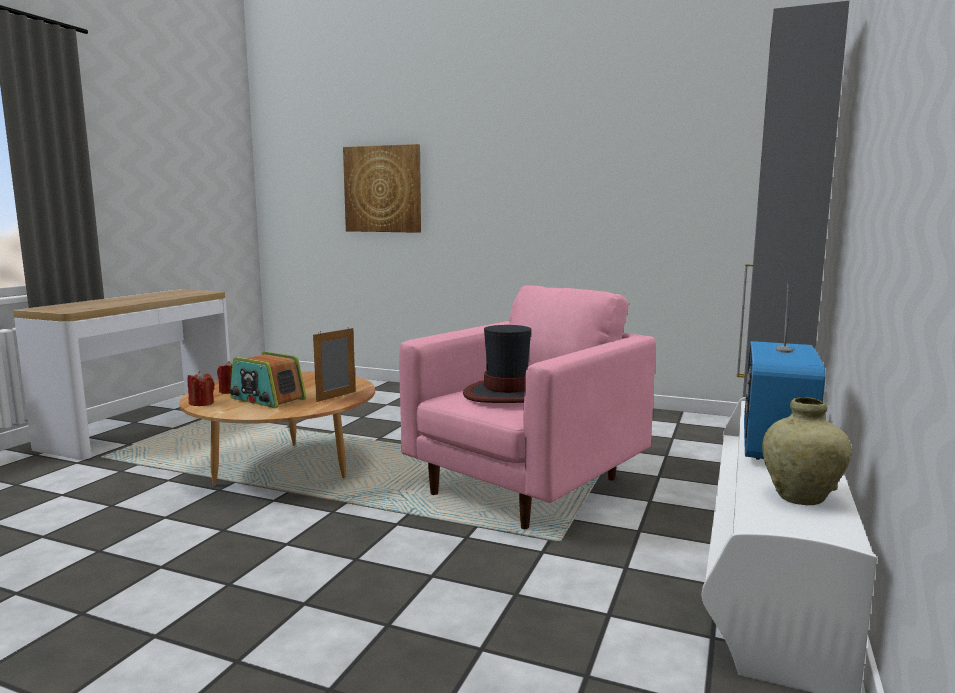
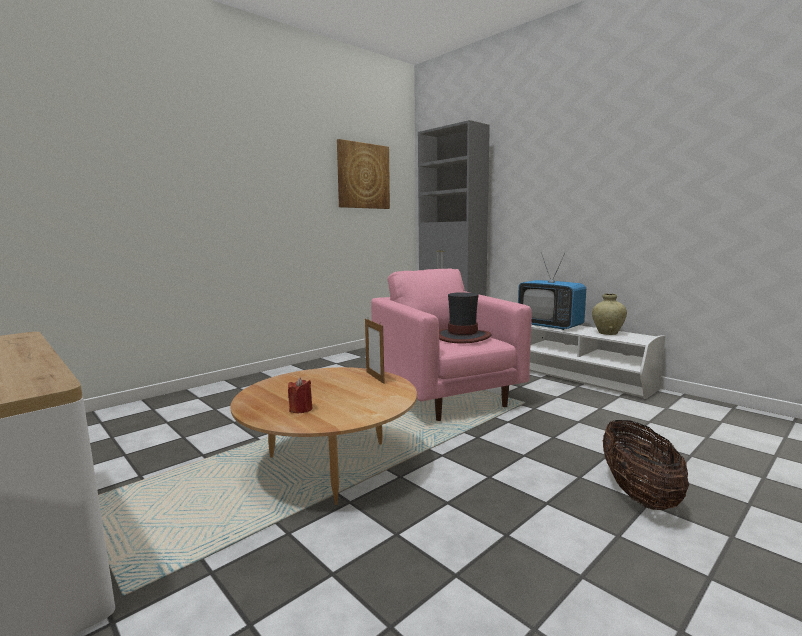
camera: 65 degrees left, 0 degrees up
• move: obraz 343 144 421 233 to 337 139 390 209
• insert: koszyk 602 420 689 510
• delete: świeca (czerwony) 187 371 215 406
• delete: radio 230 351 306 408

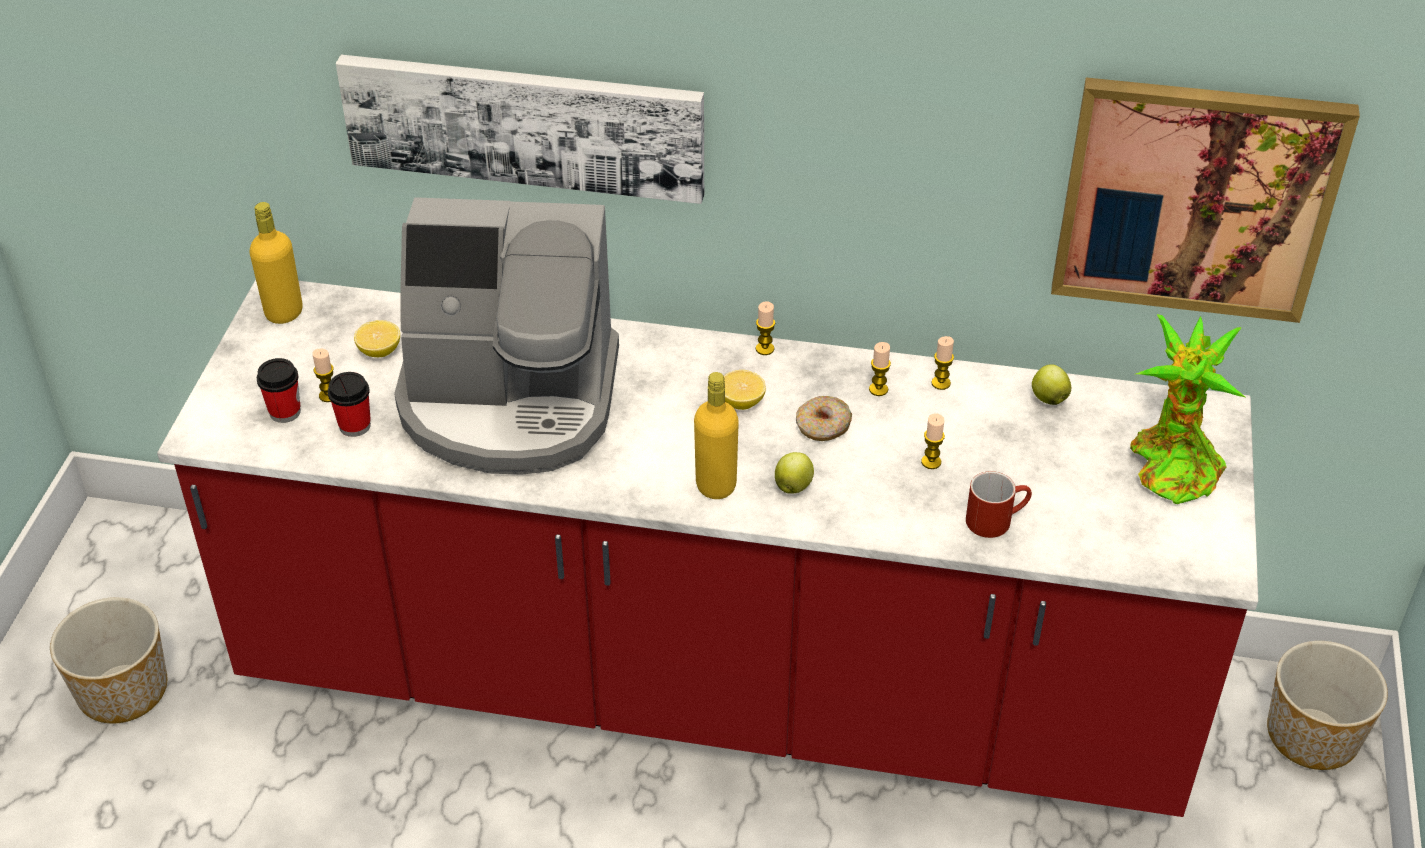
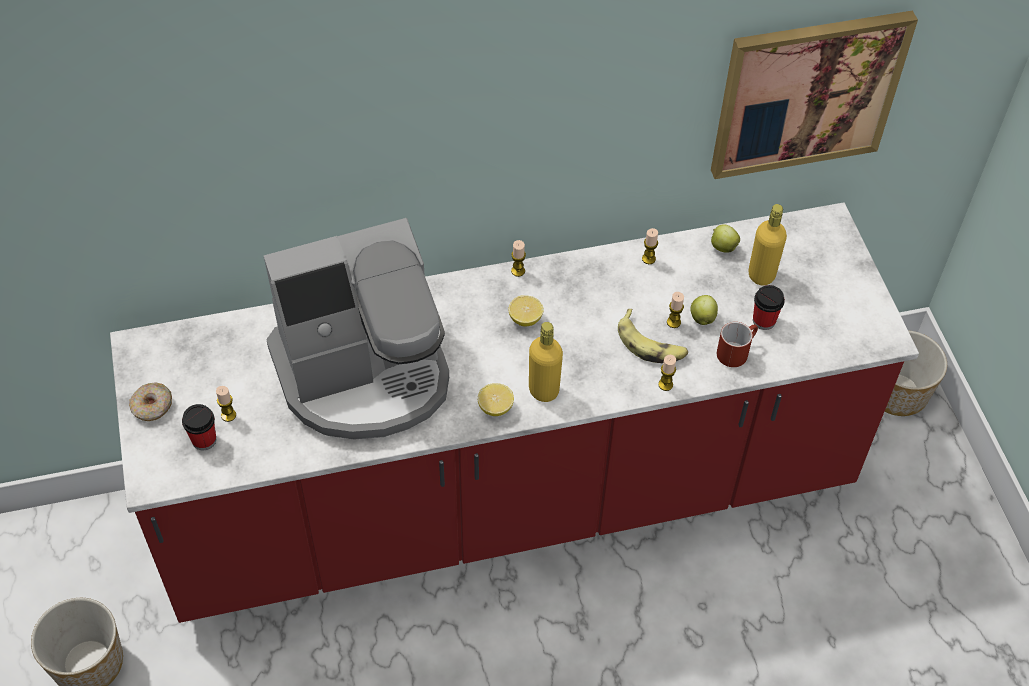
camera: 25 degrees left, 10 degrees up
• move: donut 796 396 852 441 to 129 382 172 421
• move: cytryna 354 320 400 357 to 478 383 514 416
• insert: banan 618 309 688 363
• move: świeca 869 342 891 396 to 658 355 676 391
• move: jabłko 775 452 814 494 to 690 295 718 325
• move: butelka (żółty) 249 202 302 324 to 748 204 787 285
• move: filiżanka 328 372 371 437 to 753 285 785 330
• delete: obraz 336 55 704 204
• delete: roślina doniczkowa 1130 314 1245 504

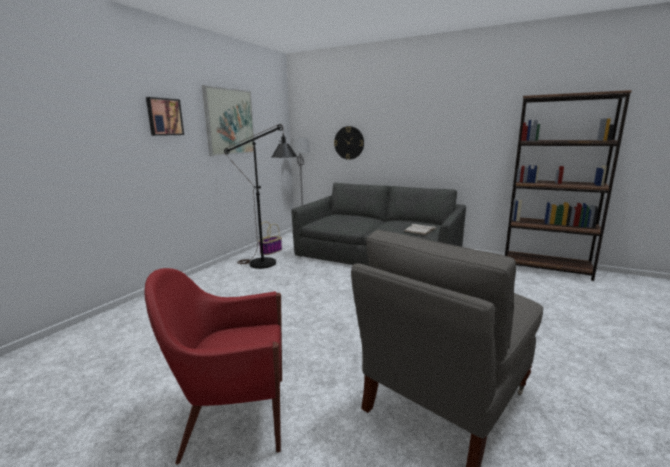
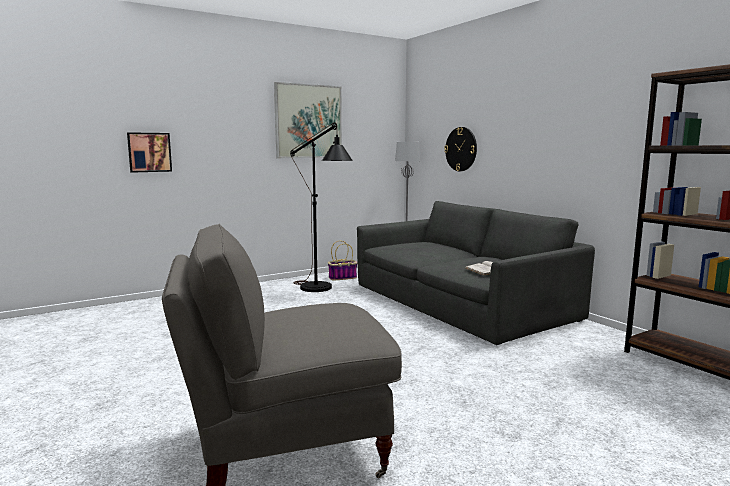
camera: 30 degrees right, 5 degrees down
• move: obraz 146 97 184 136 to 127 132 172 173
• delete: fotel (czerwony) 145 268 282 465

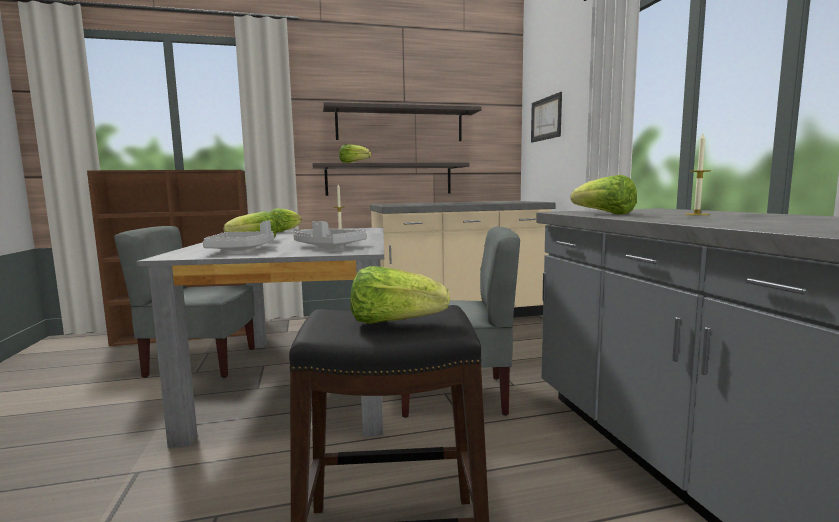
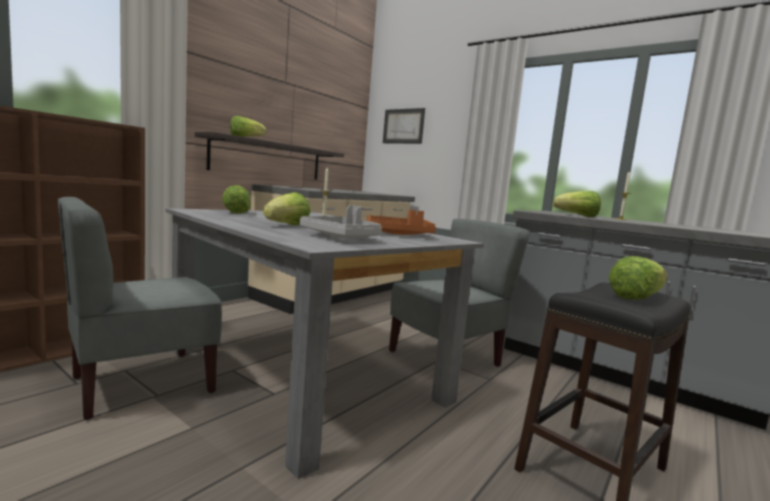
camera: 40 degrees left, 0 degrees up
• recolor: taca (szary) 293 221 367 247 to taca (pomarańczowy) 366 210 436 235
• delete: półka 323 102 482 141

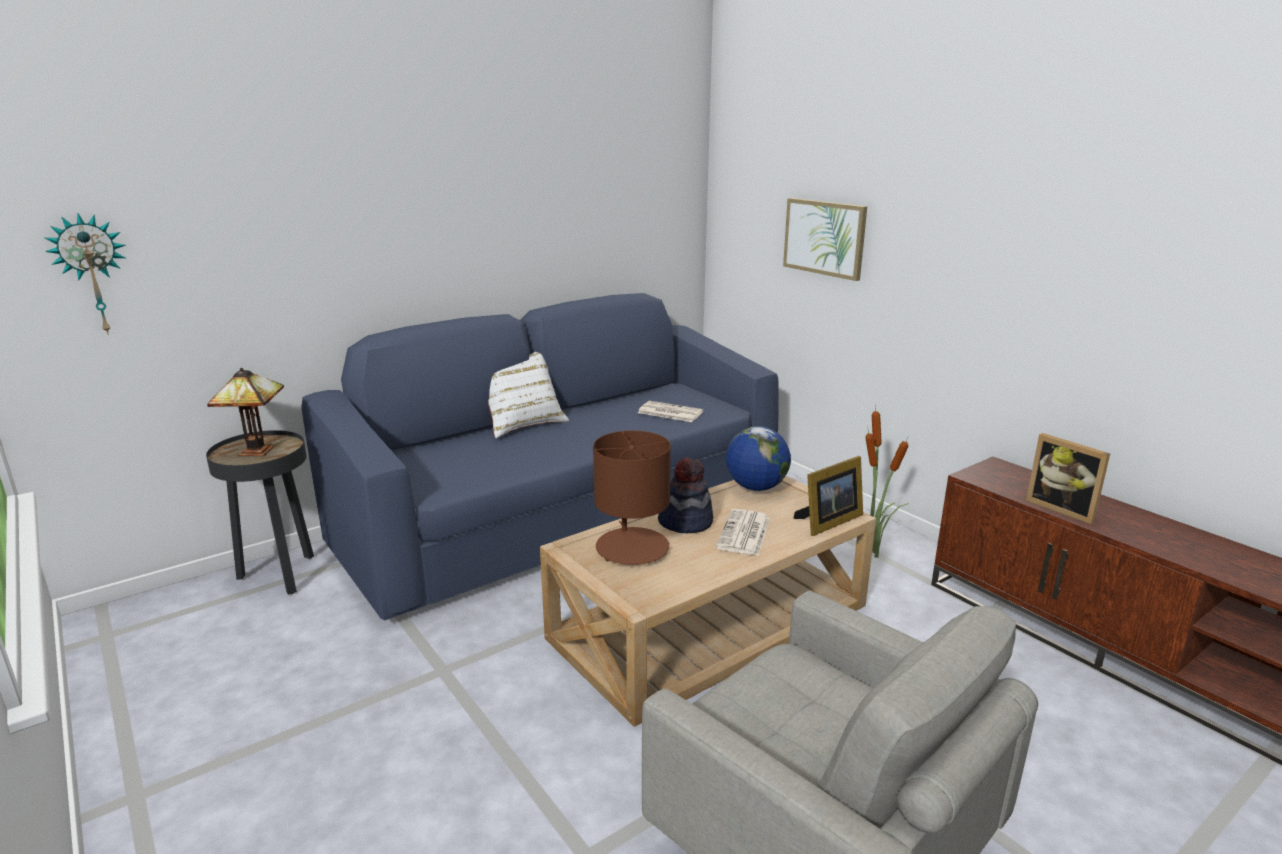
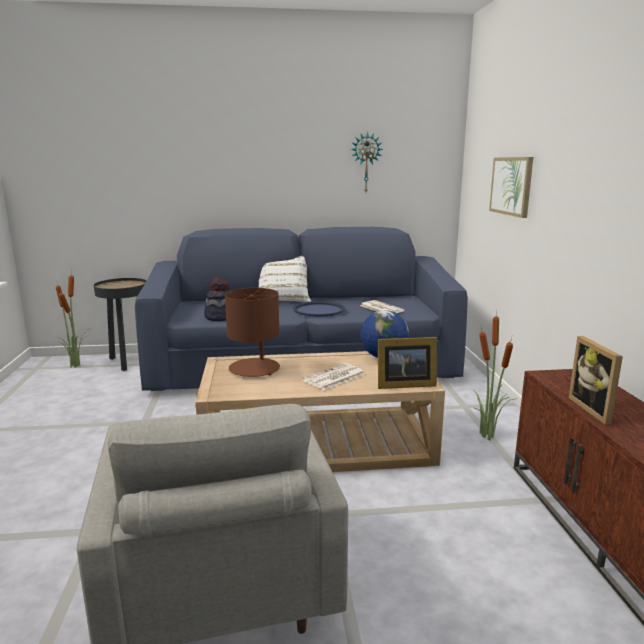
camera: 30 degrees right, 5 degrees down
• insert: roślina doniczkowa 56 270 89 368
• move: kapelusz 658 458 713 533 to 204 277 229 321
• insert: taca (niebieski) 293 301 345 316
• move: zegar ścienny 45 213 126 335 to 351 132 383 192
• delete: lampa stołowa 207 368 284 457

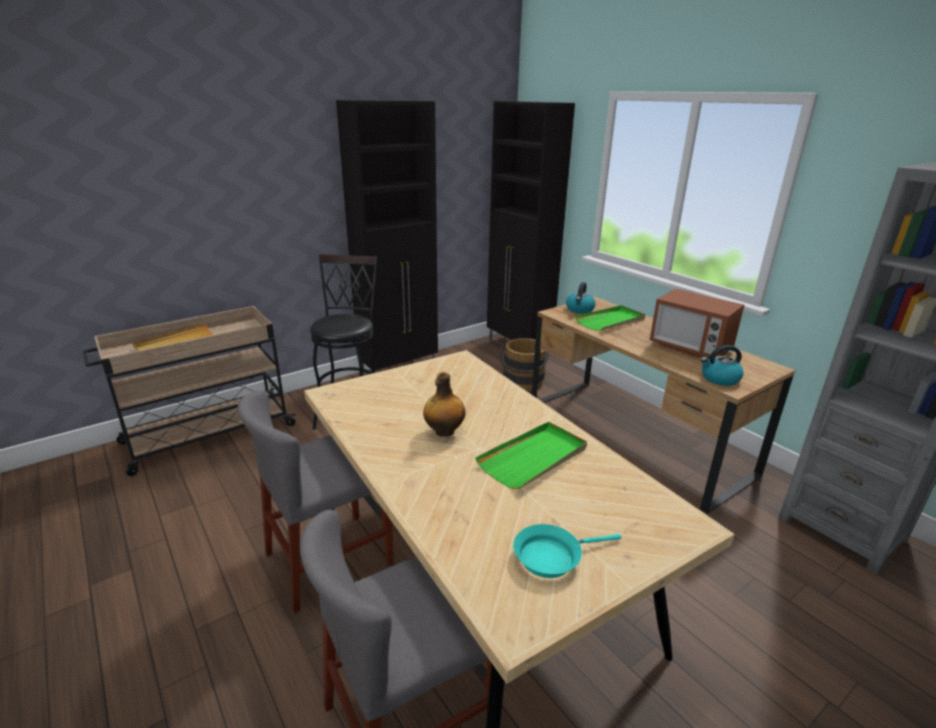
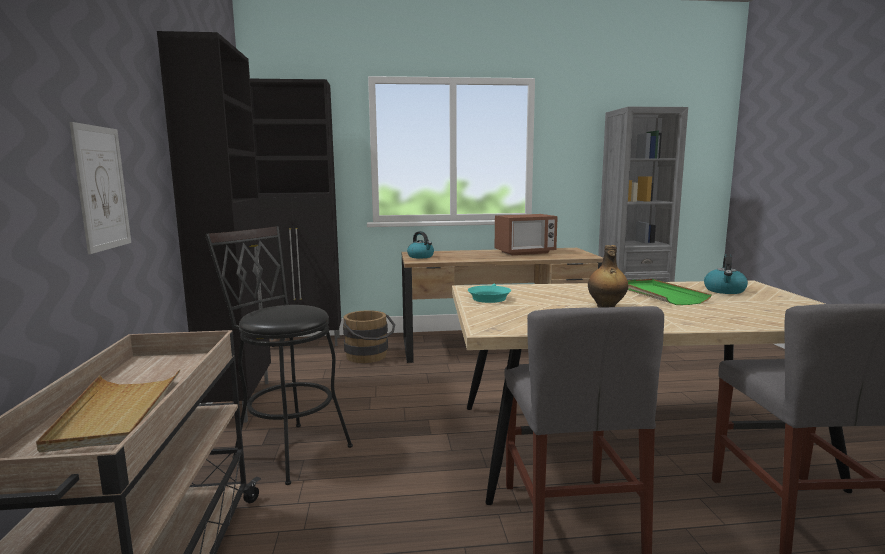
camera: 60 degrees left, 15 degrees down
• insert: obraz 69 122 131 254
• move: patelnia (turkusowy) 513 524 621 578 to 468 284 511 303
• move: czajnik 701 345 744 386 to 704 254 748 294
• delete: taca (zielony) 575 305 646 331

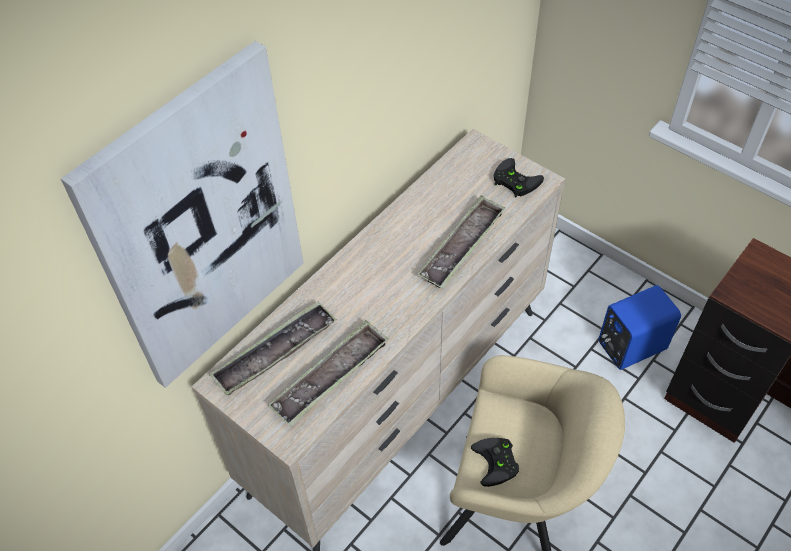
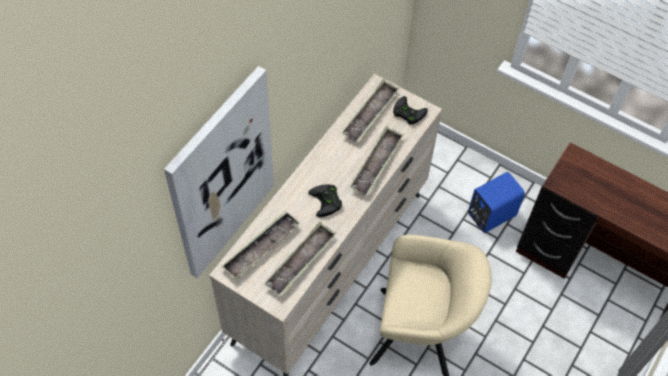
camera: 10 degrees left, 5 degrees up
• move: pad do gier (czarny) 471 438 519 487 to 308 185 342 217
• insert: taca 342 80 399 143

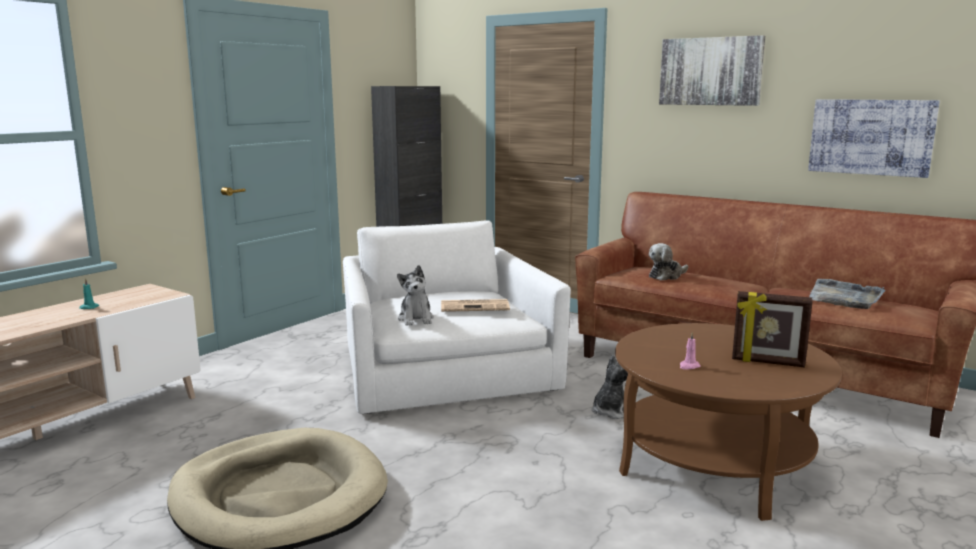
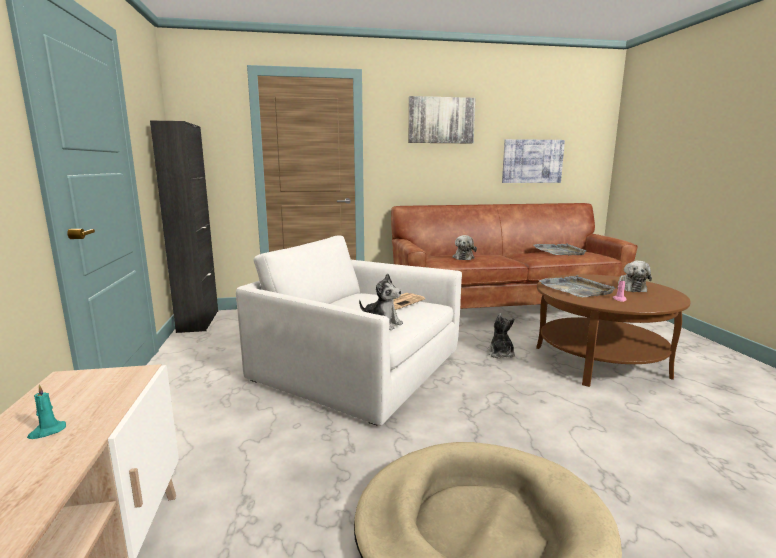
camera: 45 degrees left, 0 degrees up
• insert: taca (szary) 539 275 616 297
• replace: ramka na zdjęcie 732 291 813 368 to pluszak 617 260 652 292

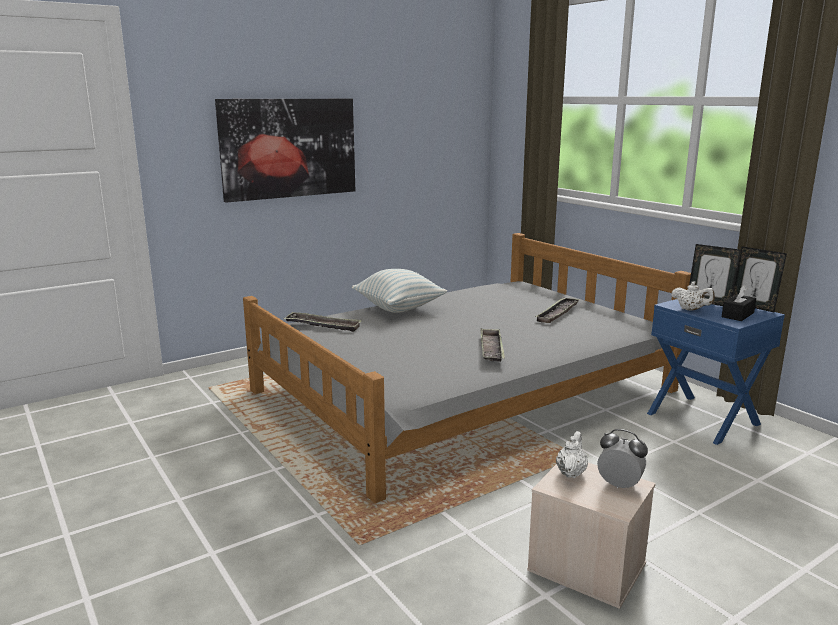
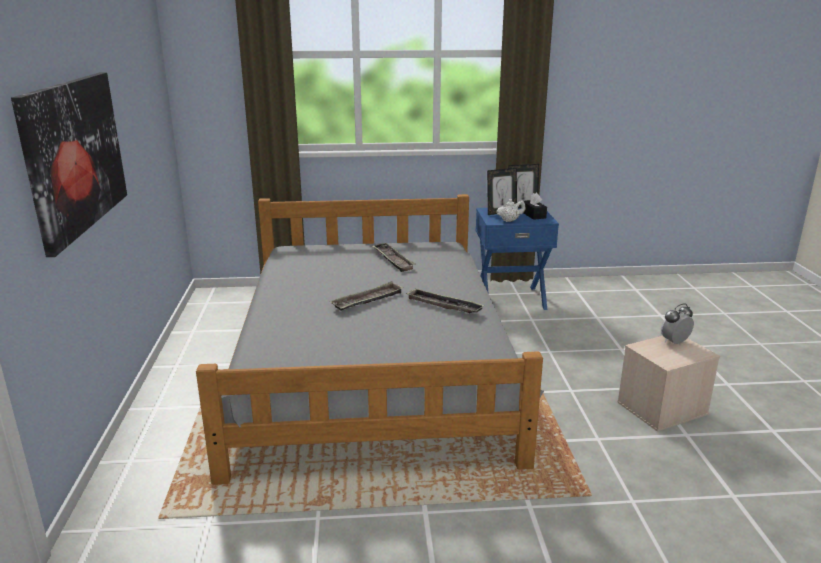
camera: 60 degrees left, 5 degrees up
• move: taca 284 312 362 332 to 330 281 404 311
• delete: poduszka 352 269 447 313
• delete: imbryk (biały) 556 431 588 478

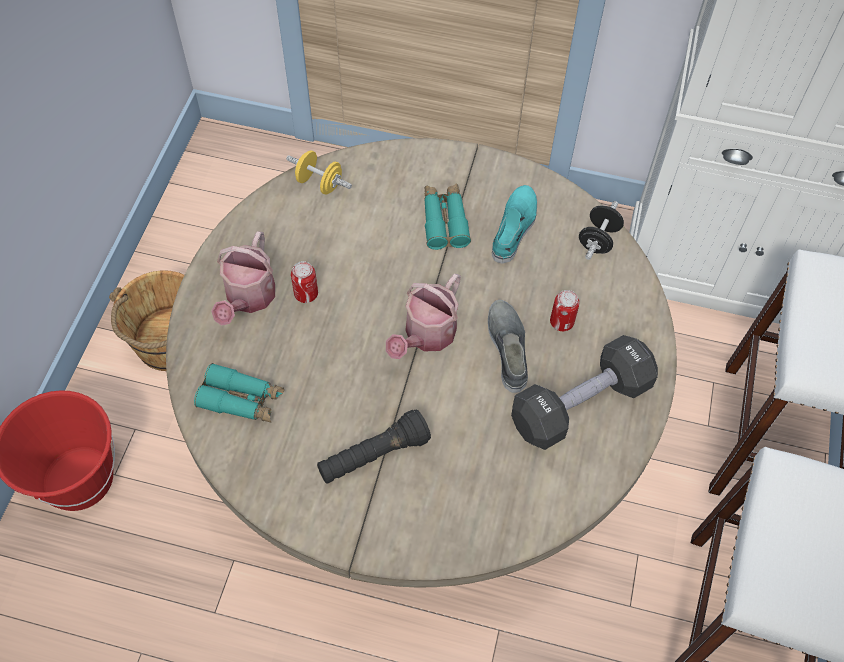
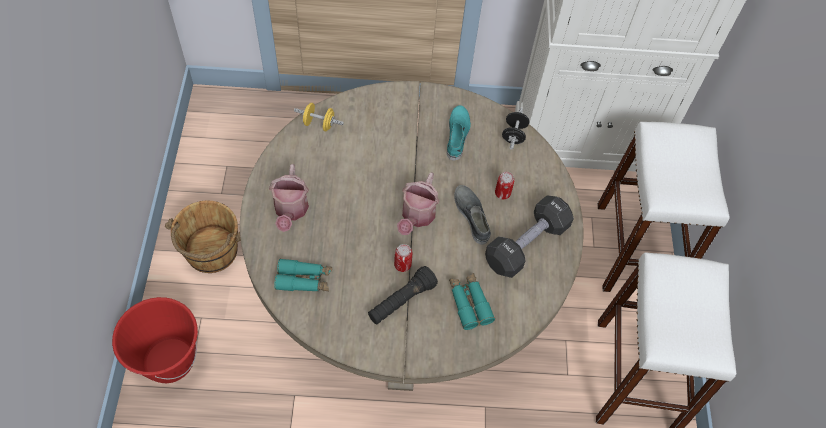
camera: 15 degrees left, 0 degrees up
• move: puszka 291 261 318 303 to 394 244 412 272
• move: lornetka (turkusowy) 424 184 471 250 to 449 273 495 330

